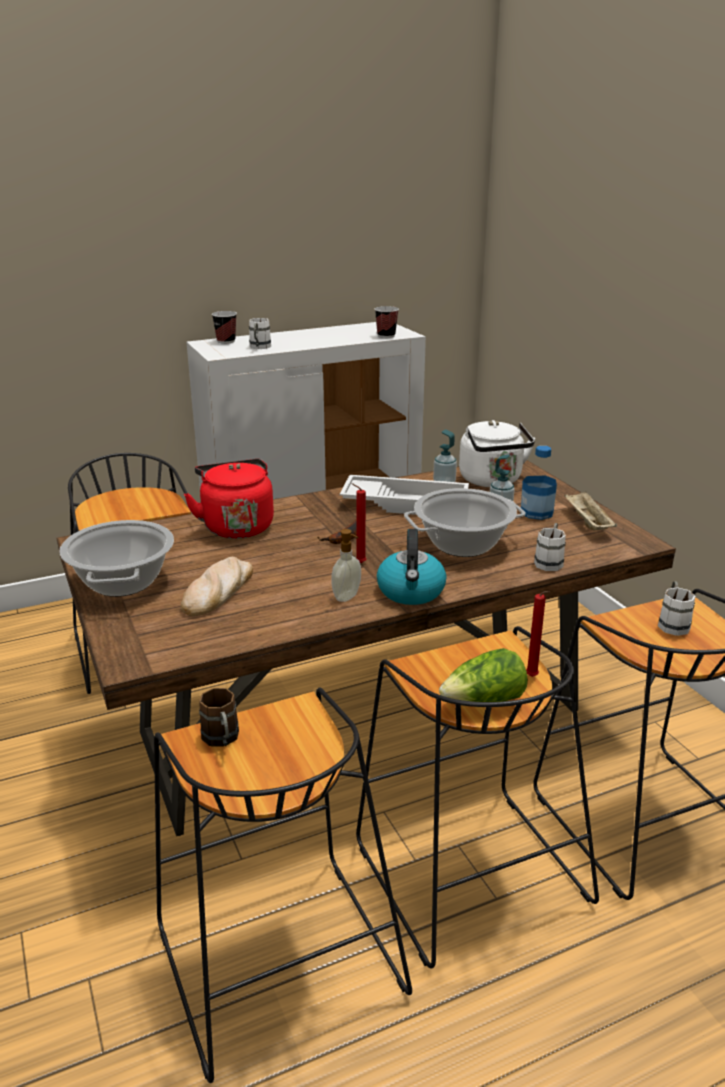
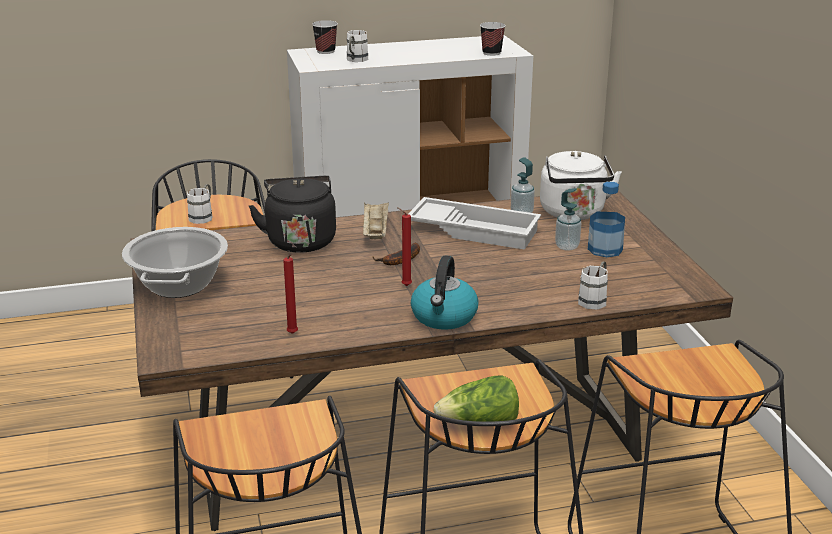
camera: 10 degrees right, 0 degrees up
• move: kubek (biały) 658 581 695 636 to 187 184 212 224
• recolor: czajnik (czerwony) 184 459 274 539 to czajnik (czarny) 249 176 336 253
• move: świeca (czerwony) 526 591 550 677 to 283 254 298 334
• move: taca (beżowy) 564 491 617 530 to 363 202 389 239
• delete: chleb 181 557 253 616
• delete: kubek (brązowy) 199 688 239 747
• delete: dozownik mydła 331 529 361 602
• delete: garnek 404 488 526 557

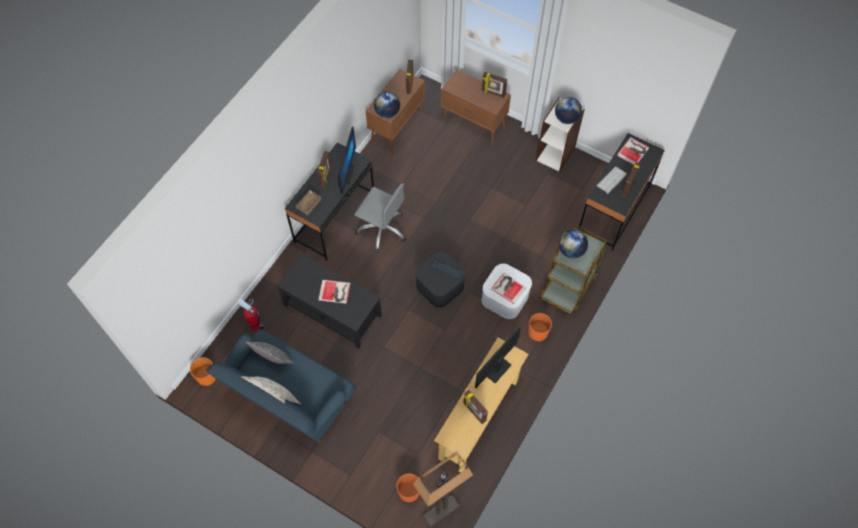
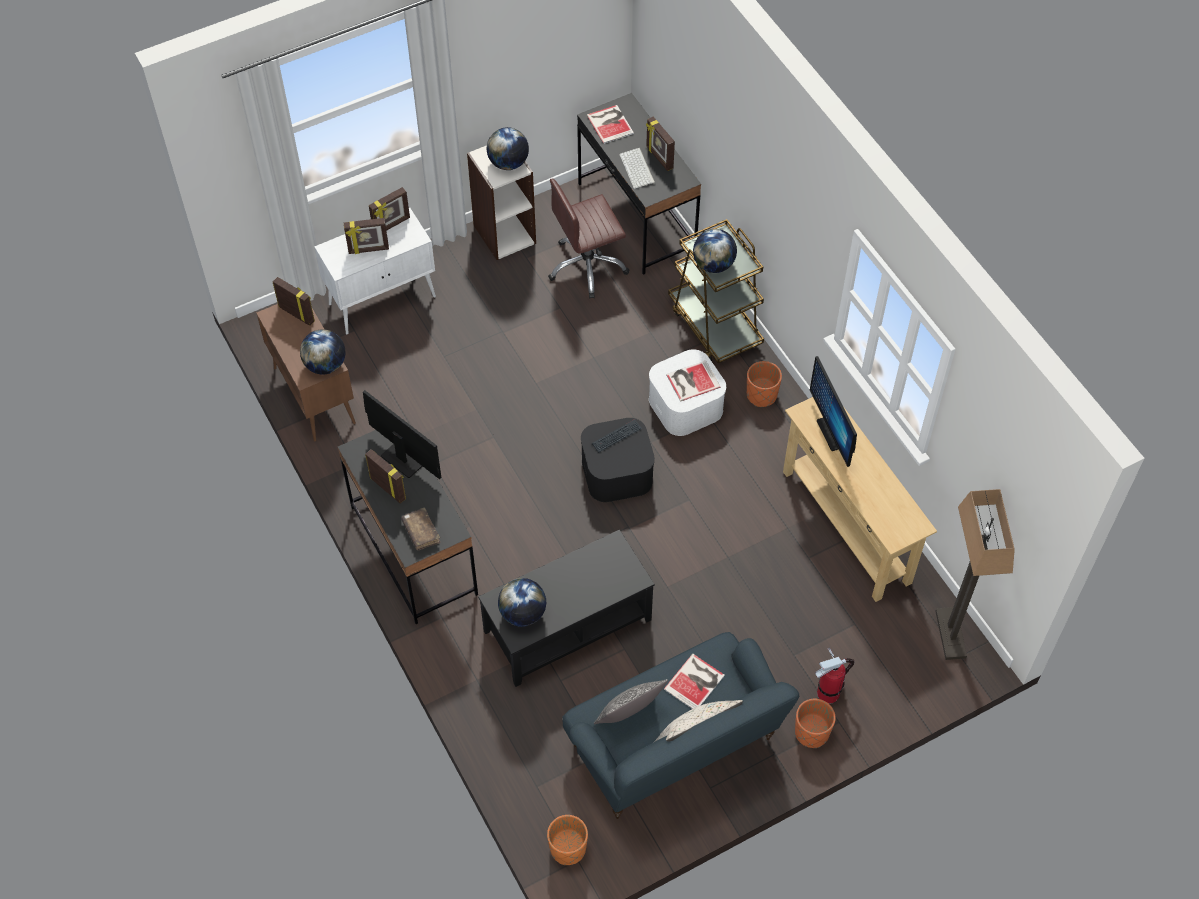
camera: 60 degrees left, 5 degrees down
• recolor: szafka (brązowy) 441 69 511 146 to szafka (biały) 314 208 436 334
• move: ramka na zdjęcie 463 389 488 424 to 344 218 389 254
• insert: globus 498 578 546 627
• insert: krzesło biurowe (brązowy) 548 179 629 299
• move: książka 318 280 350 304 to 664 654 725 709
• move: donica (pomarańczowy) 396 473 420 502 to 795 699 836 748
• move: gaśnica 238 299 264 331 to 815 648 855 704
• delete: krzesło biurowe (szary) 354 183 406 253

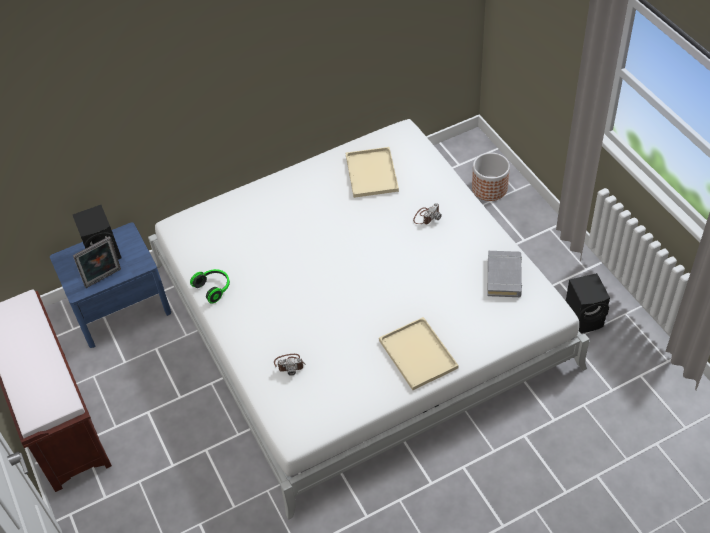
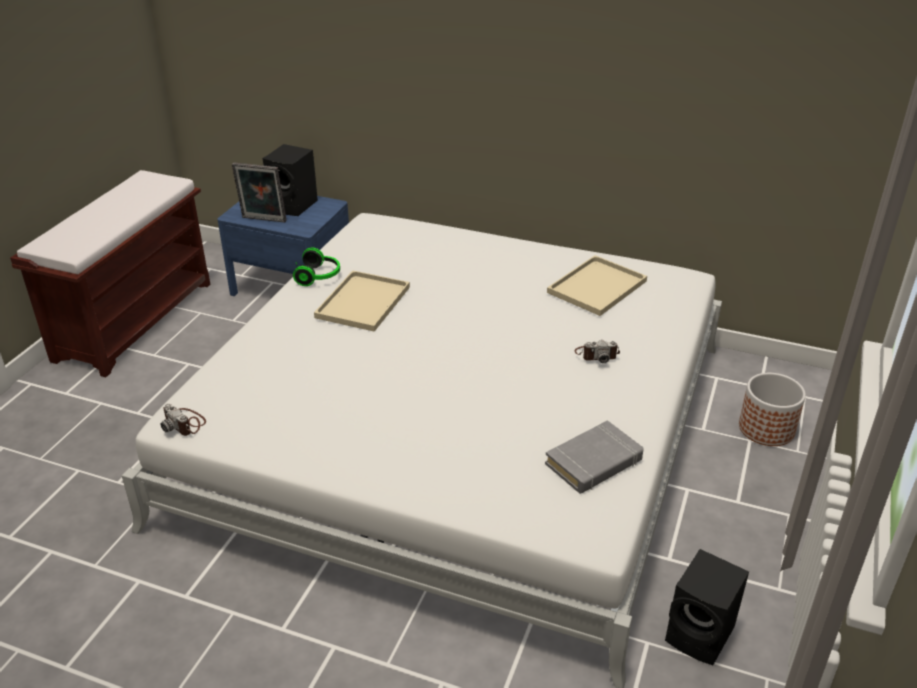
camera: 45 degrees right, 15 degrees down
• move: aparat fotograficzny 274 354 306 376 to 160 404 206 436
• move: taca (beżowy) 379 317 459 390 to 314 270 410 332

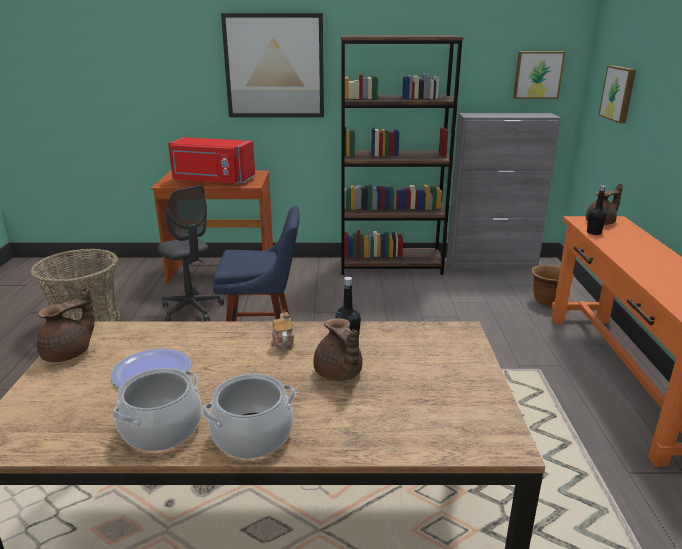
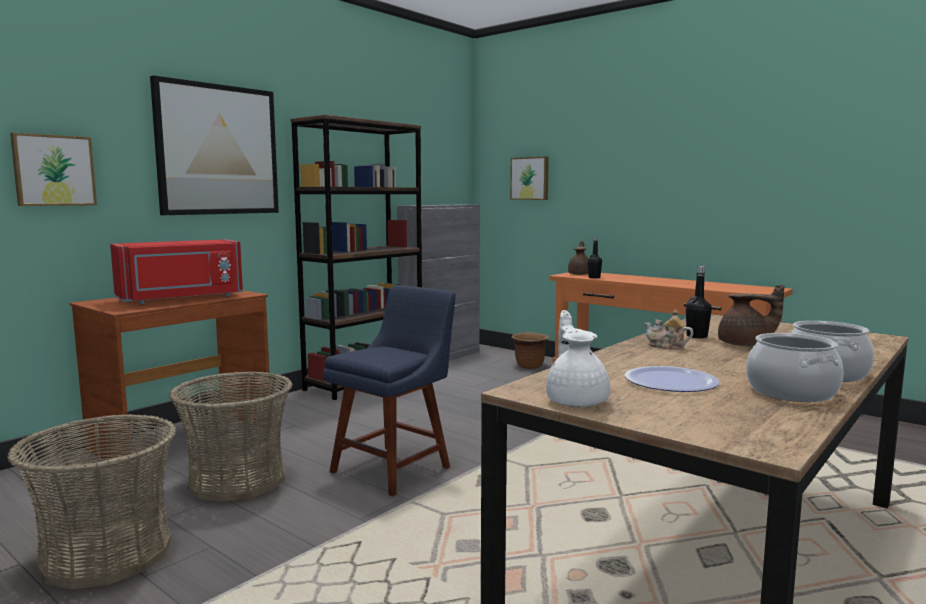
camera: 50 degrees left, 15 degrees down
• move: obraz 513 52 565 99 to 10 133 97 206
• replace: krzesło biurowe (szary) 157 185 224 321 to koszyk 169 372 293 502
• recolor: imbryk (brązowy) 37 286 95 362 to imbryk (biały) 546 310 610 407

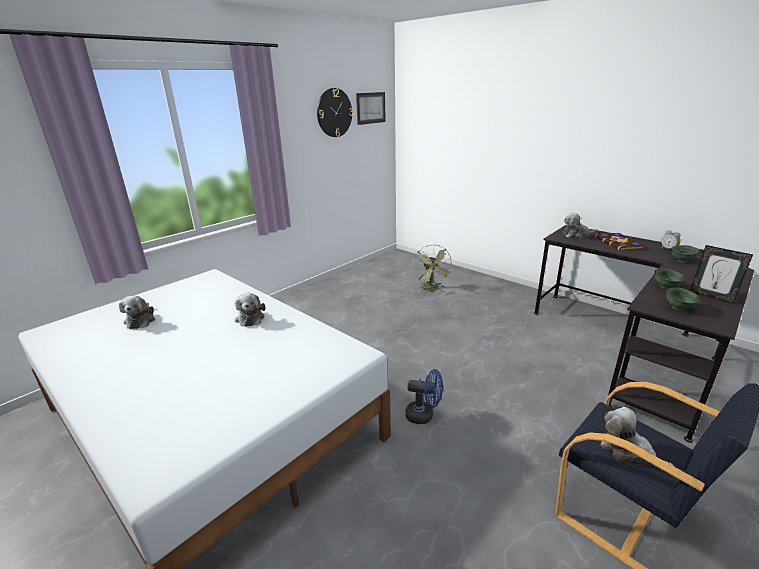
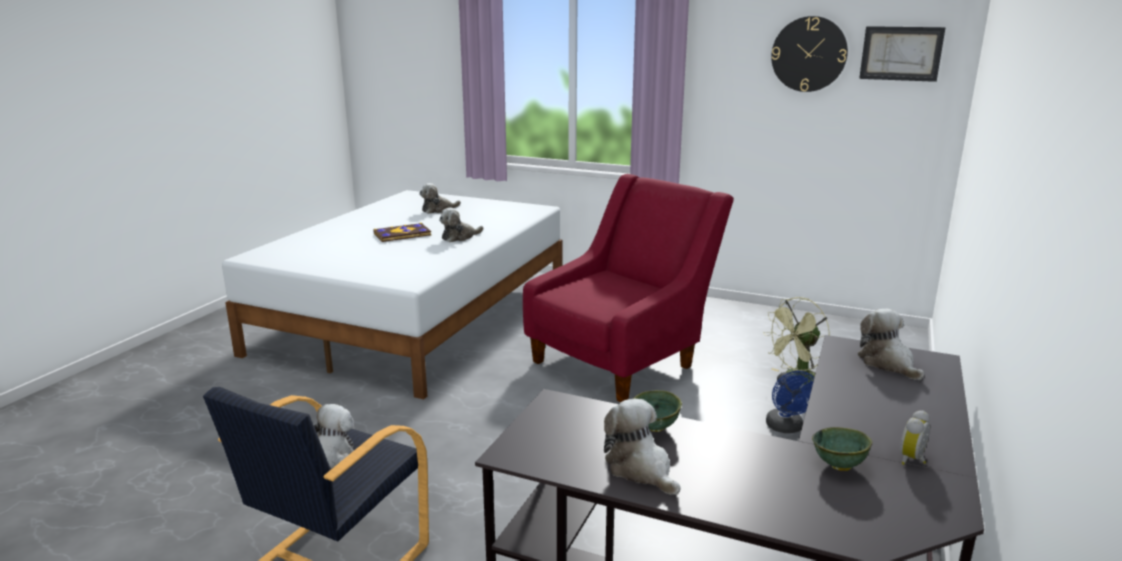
camera: 70 degrees right, 5 degrees down
• move: książka 595 233 645 251 to 373 223 432 242
• insert: fotel (czerwony) 523 174 734 402
• replace: ramka na zdjęcie 690 245 753 304 to pluszak 604 399 681 495
• move: wentylator (niebieski) 405 369 443 424 to 766 371 814 433
• delete: miska (zielony) 667 287 700 310

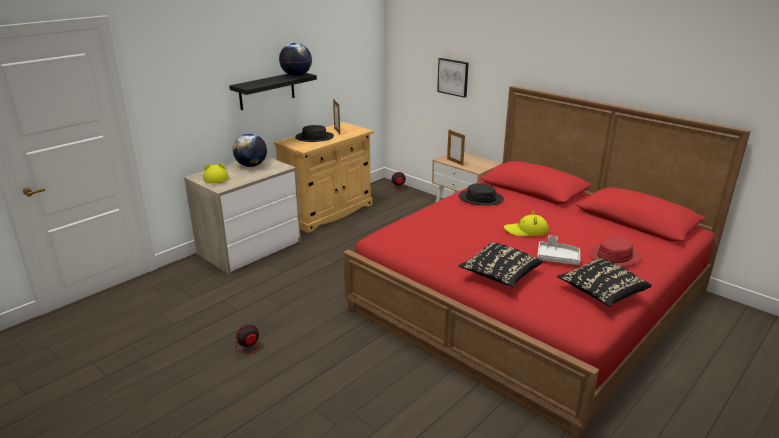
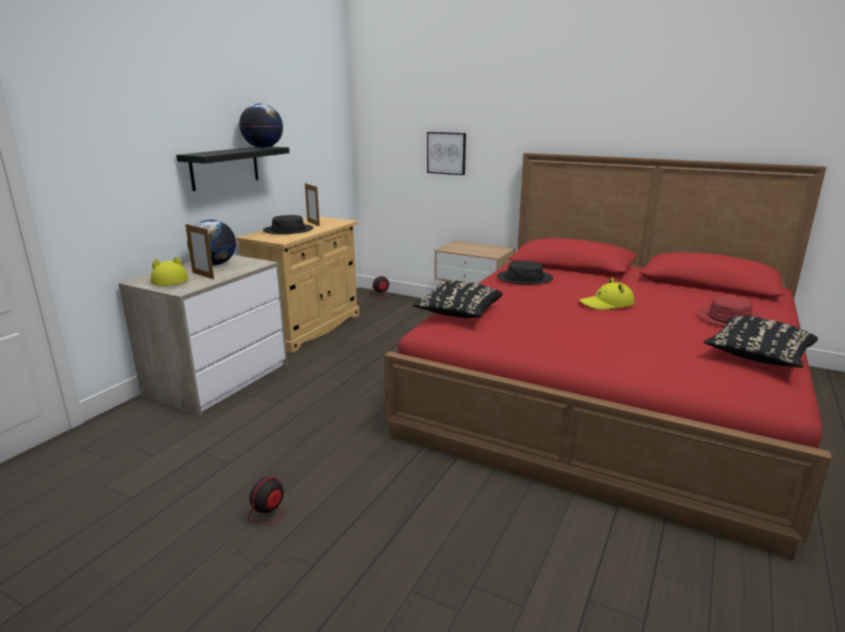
camera: 15 degrees left, 5 degrees down
• move: ramka na zdjęcie 447 130 465 166 to 185 224 214 279
• move: poduszka (czarny) 459 242 543 288 to 412 281 503 318
• delete: taca (szary) 537 235 580 265

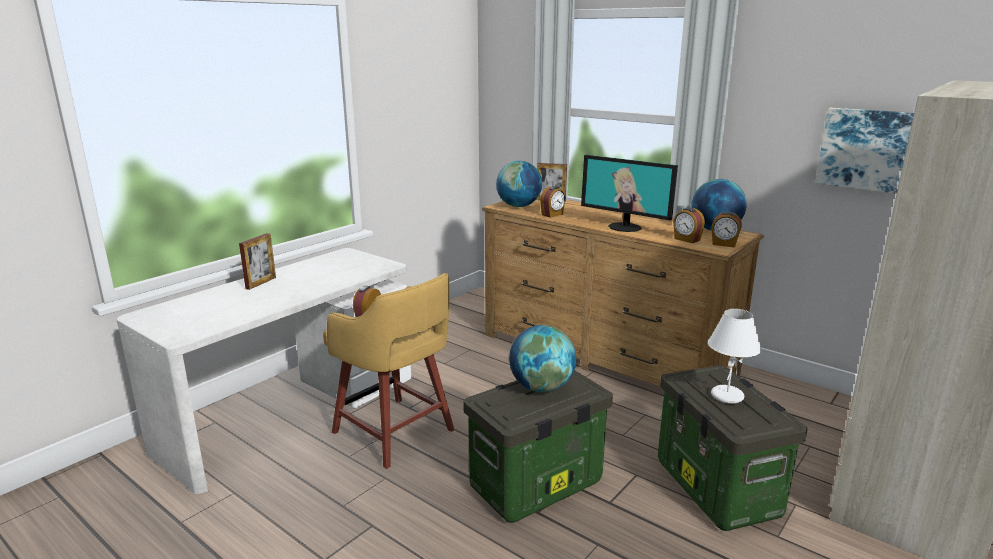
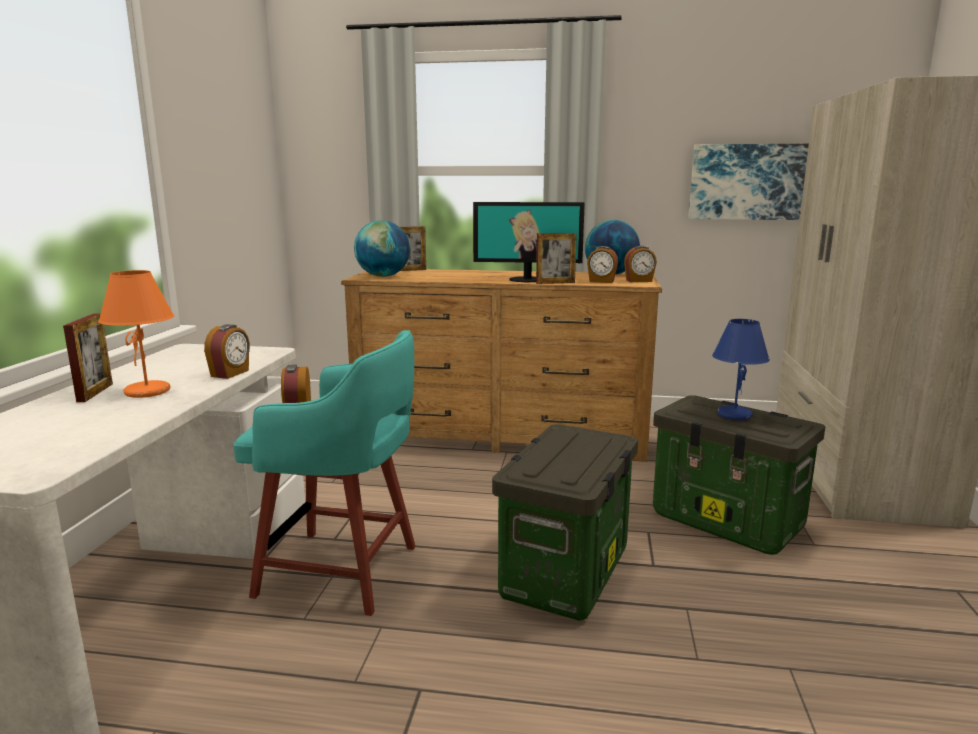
camera: 30 degrees left, 5 degrees down
• insert: lampa stołowa (pomarańczowy) 98 270 174 398
• move: budzik 540 186 566 218 to 204 324 250 379
• recolor: stołek (żółty) 323 273 454 469 to stołek (turkusowy) 233 330 416 616
• insert: ramka na zdjęcie 536 233 577 284
• recolor: lampa stołowa (biały) 708 309 762 404 to lampa stołowa (niebieski) 712 319 770 420
• delete: globus 509 325 576 392

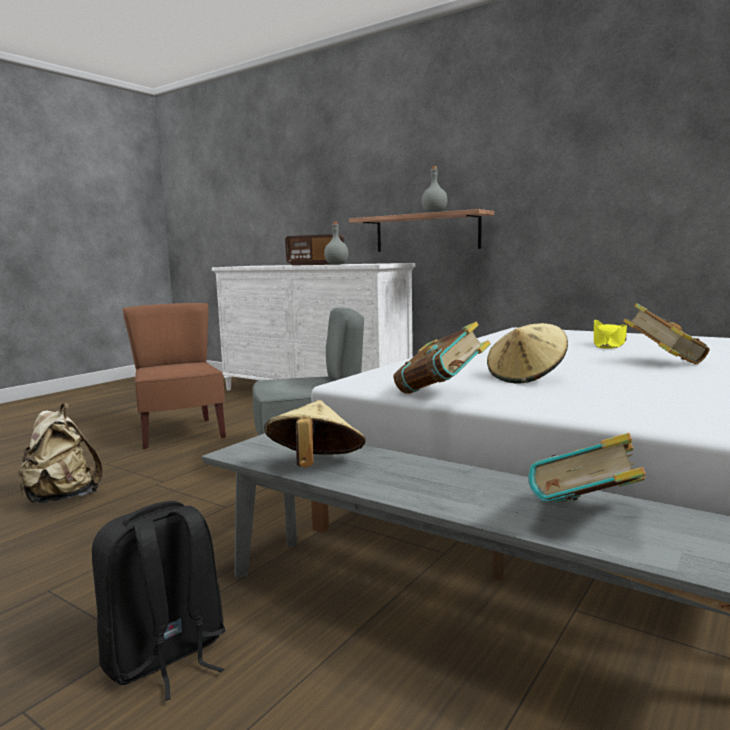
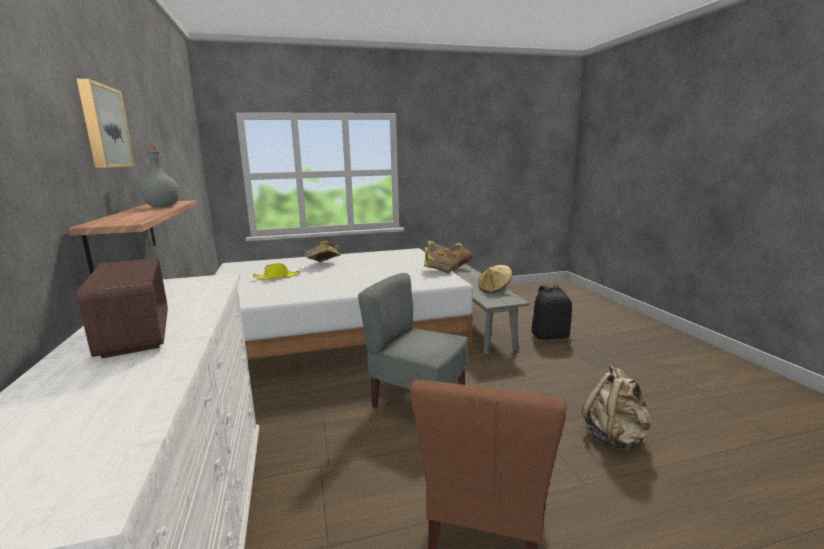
camera: 140 degrees left, 5 degrees up
• insert: obraz 77 79 135 168
• delete: butelka (szary) 324 221 348 265
• delete: kapelusz (beżowy) 487 323 568 384

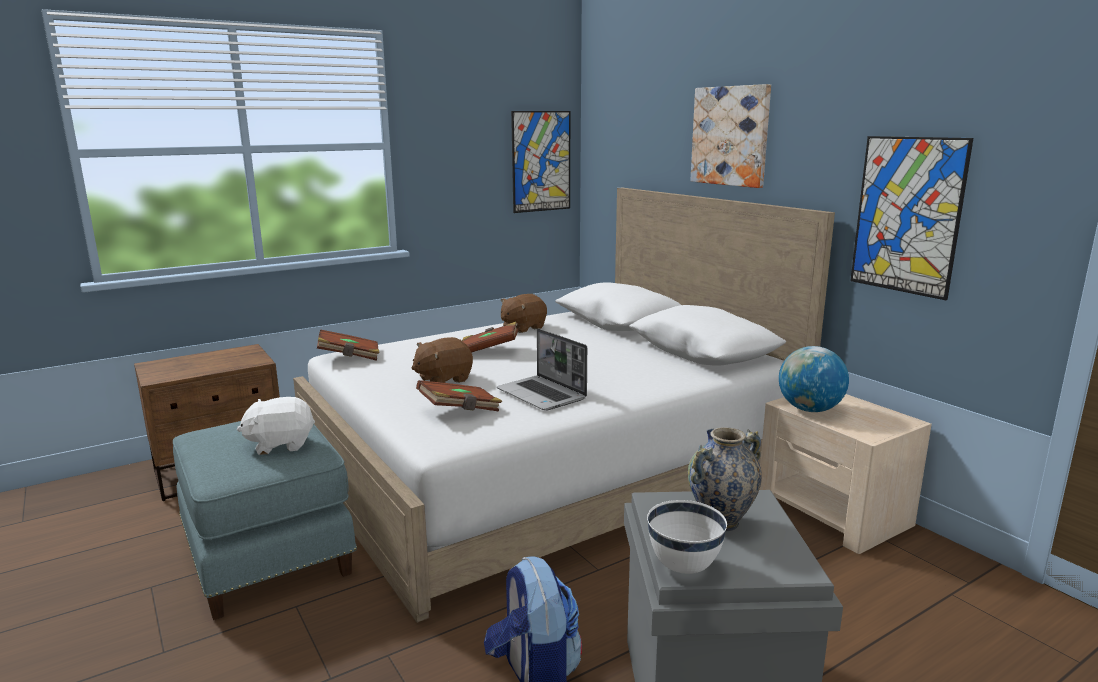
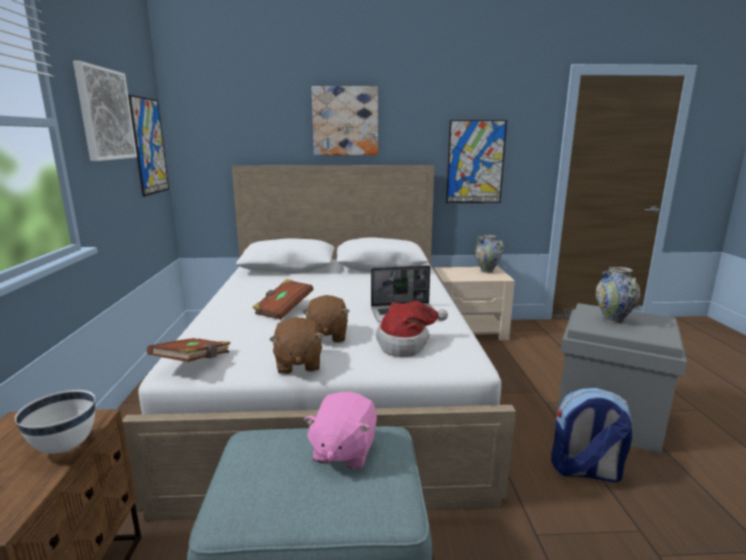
camera: 60 degrees left, 0 degrees up
• move: miska (biały) 647 500 727 574 to 15 390 96 454
• insert: obraz 73 61 137 161
• move: pluszak (brązowy) 501 294 547 333 to 269 317 325 374
• recolor: pluszak (biały) 237 397 315 455 to pluszak (różowy) 304 392 377 470
• replace: książka (brązowy) 416 380 502 412 to kapelusz 375 301 448 357
• insert: wazon 475 235 504 273
• delete: globus 779 346 849 412

